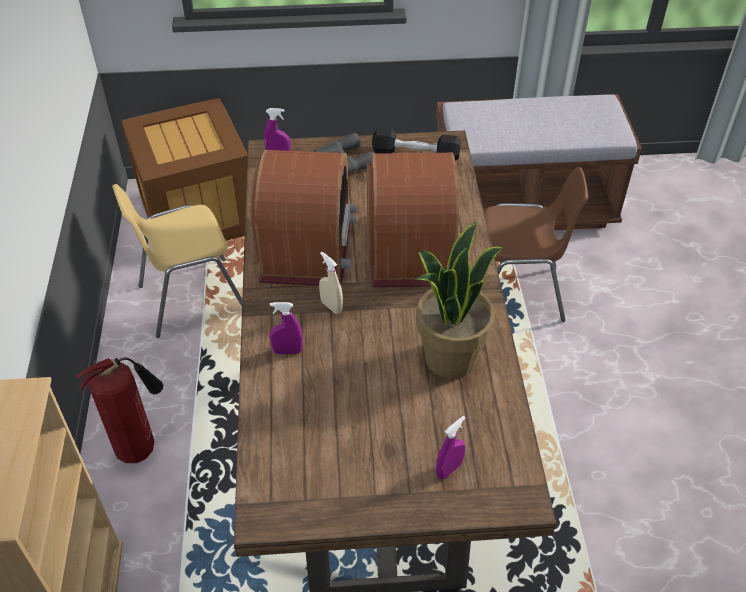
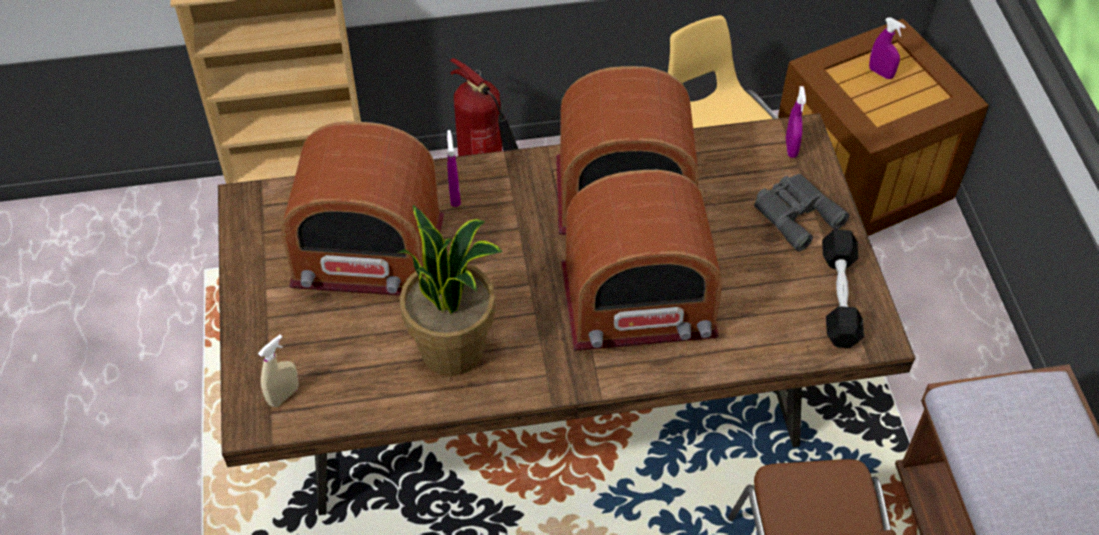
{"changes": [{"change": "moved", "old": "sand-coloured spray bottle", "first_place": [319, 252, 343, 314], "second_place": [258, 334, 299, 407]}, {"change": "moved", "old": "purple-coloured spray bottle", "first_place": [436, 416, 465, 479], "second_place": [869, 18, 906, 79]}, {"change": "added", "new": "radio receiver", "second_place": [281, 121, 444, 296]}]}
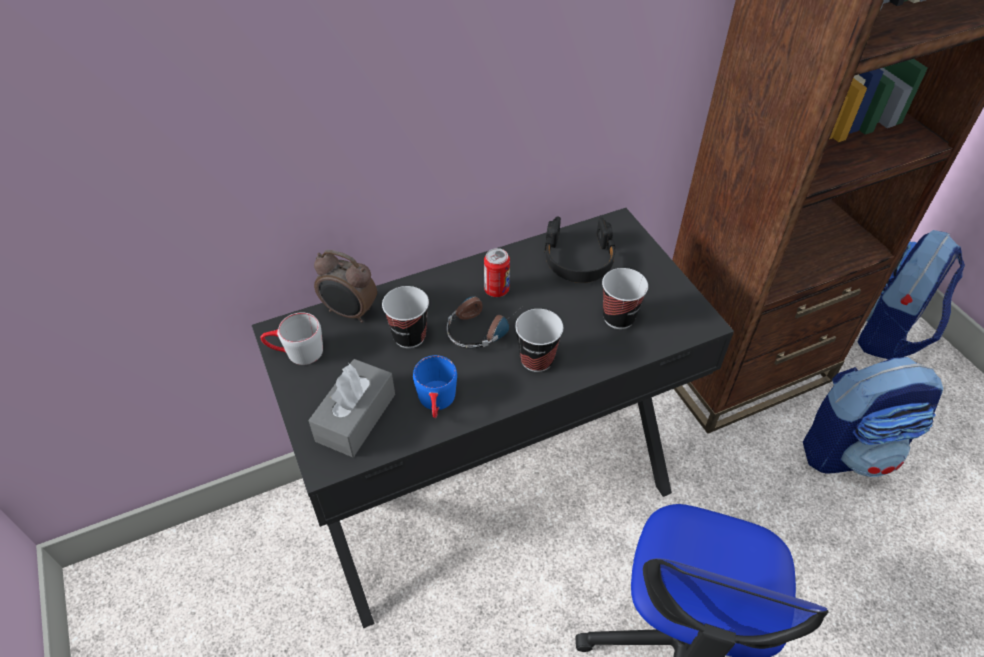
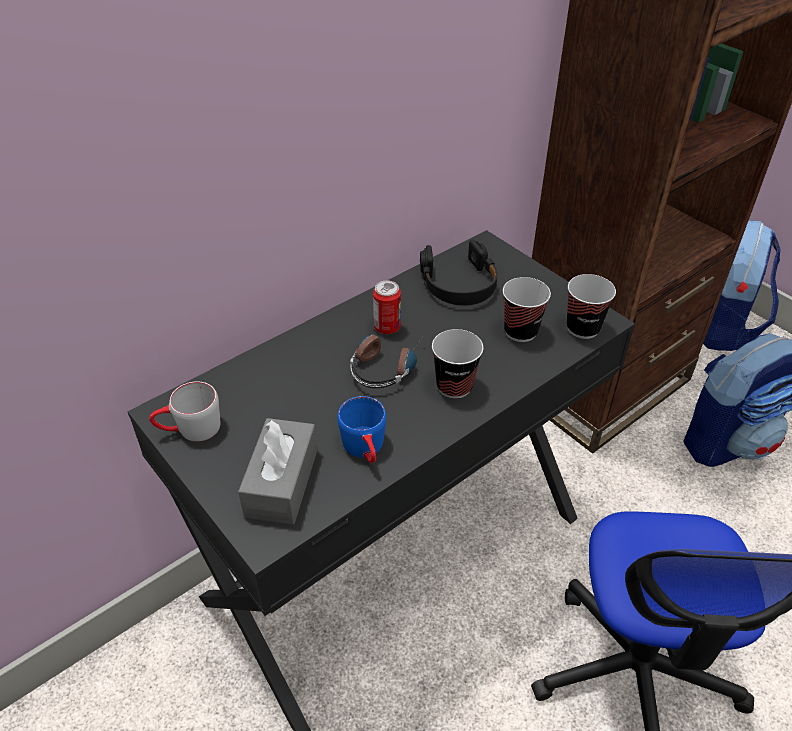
{"changes": [{"change": "removed", "old": "alarm clock", "first_place": [314, 250, 377, 323]}, {"change": "moved", "old": "cup", "first_place": [382, 286, 429, 348], "second_place": [567, 274, 616, 339]}]}
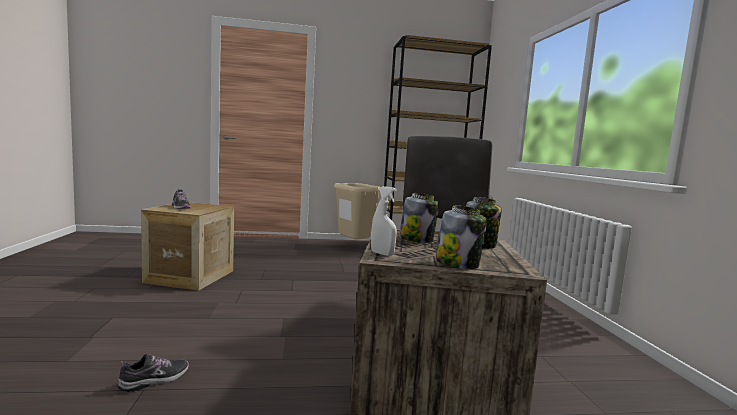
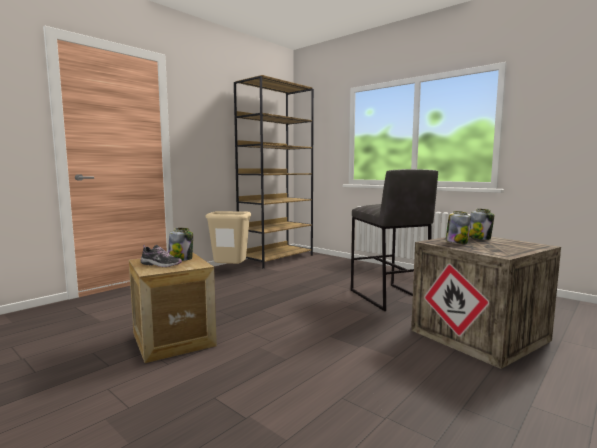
{"changes": [{"change": "removed", "old": "shoe", "first_place": [117, 354, 189, 392]}, {"change": "removed", "old": "white spray bottle", "first_place": [371, 186, 397, 256]}, {"change": "moved", "old": "jar", "first_place": [435, 206, 487, 269], "second_place": [168, 228, 193, 261]}]}
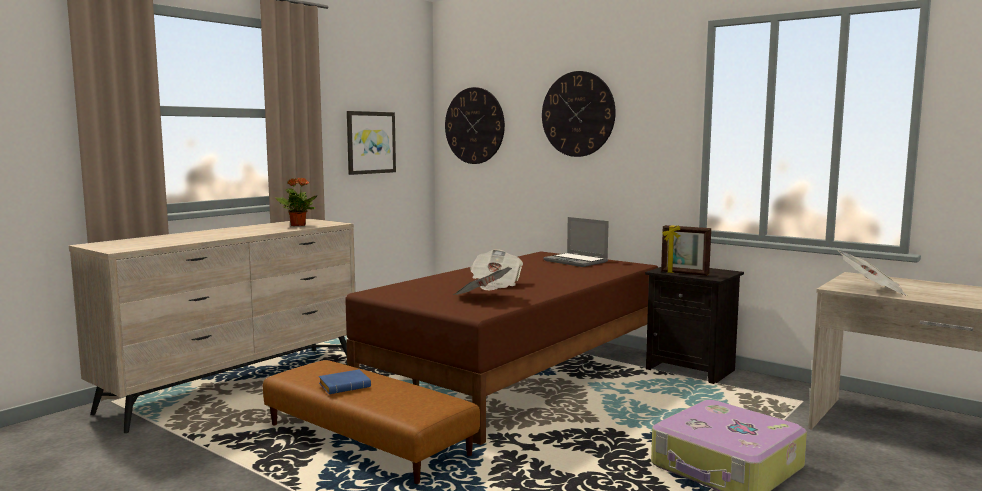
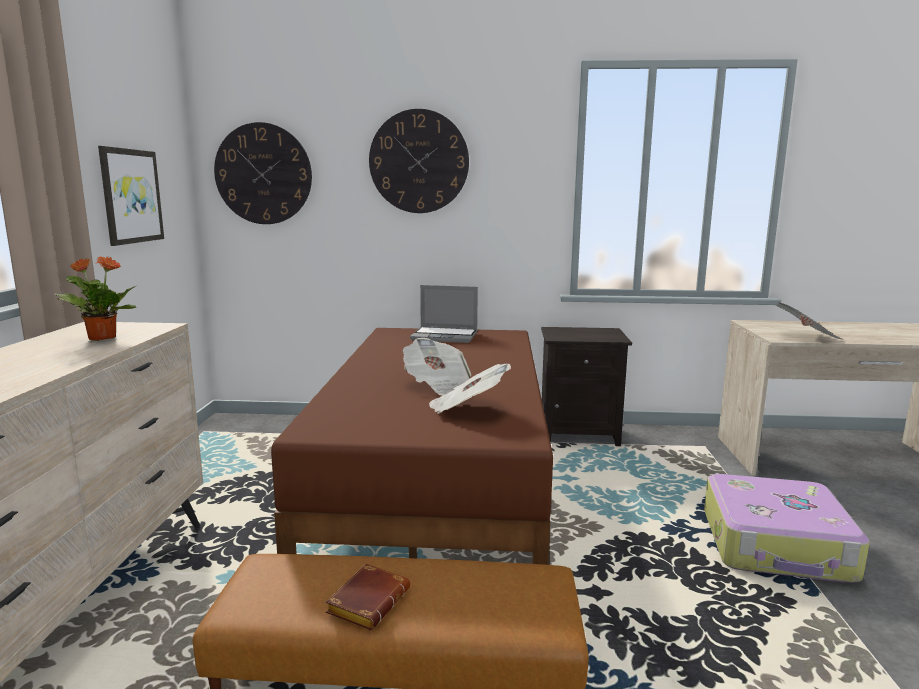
{"changes": [{"change": "recoloured", "old": "blue-coloured book", "new": "brown-coloured book", "first_place": [319, 369, 371, 394], "second_place": [326, 564, 410, 630]}, {"change": "removed", "old": "photo frame", "first_place": [661, 225, 711, 276]}]}
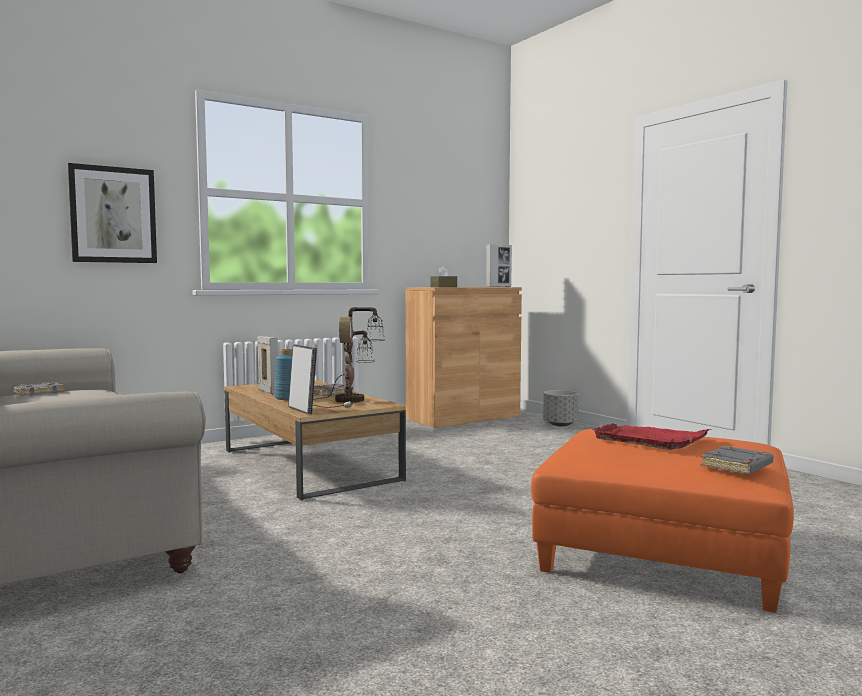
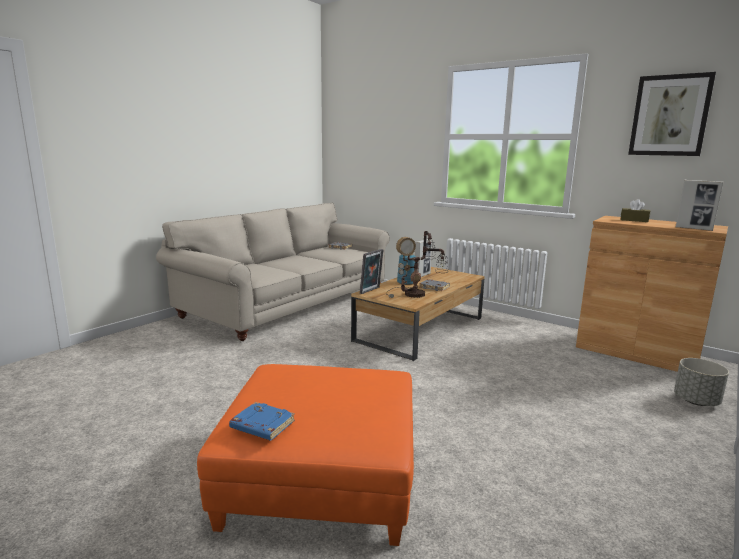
{"changes": [{"change": "moved", "old": "wall picture", "first_place": [68, 163, 157, 263], "second_place": [628, 72, 716, 156]}, {"change": "removed", "old": "reddish serving tray", "first_place": [592, 423, 711, 450]}, {"change": "recoloured", "old": "gray book", "new": "blue-coloured book", "first_place": [700, 446, 773, 474], "second_place": [229, 402, 295, 441]}]}
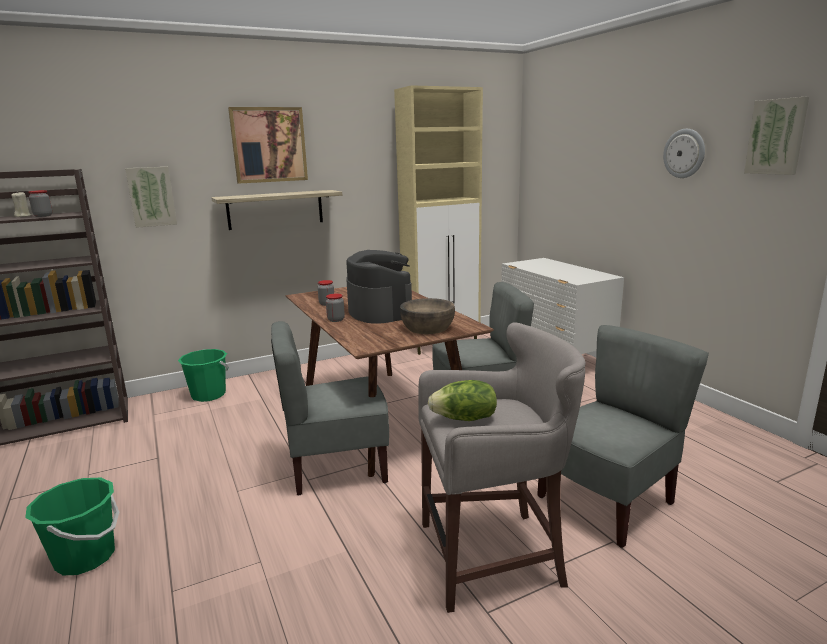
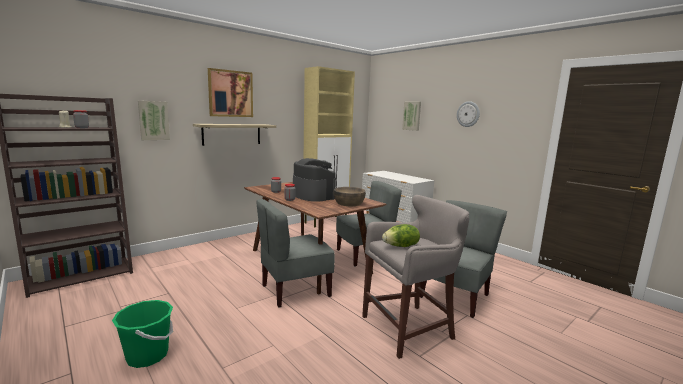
{"changes": [{"change": "removed", "old": "greenish pail", "first_place": [178, 349, 229, 402]}, {"change": "moved", "old": "wall picture", "first_place": [744, 97, 809, 175], "second_place": [402, 102, 421, 131]}]}
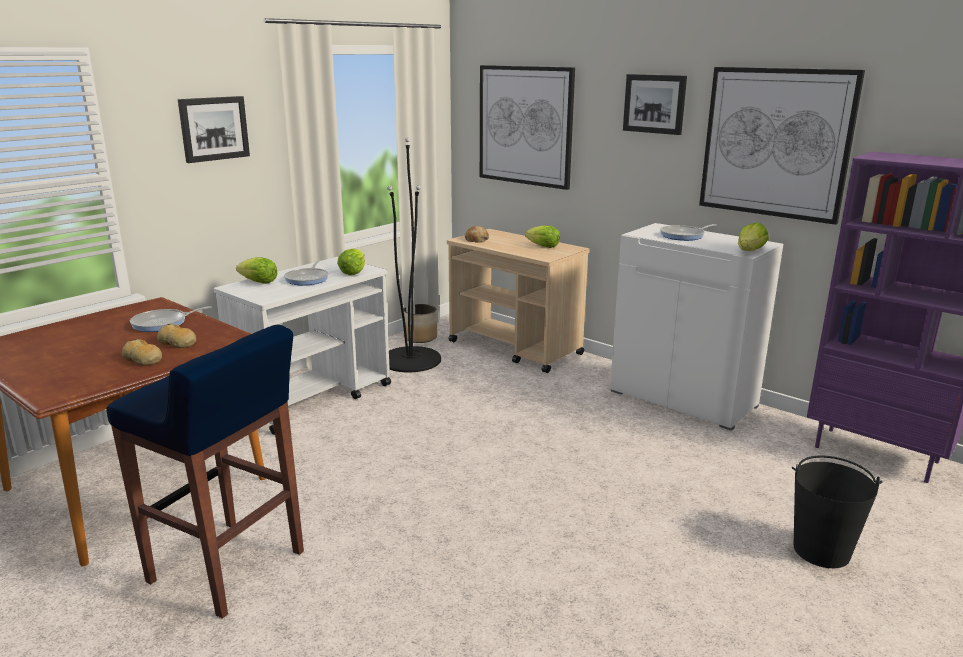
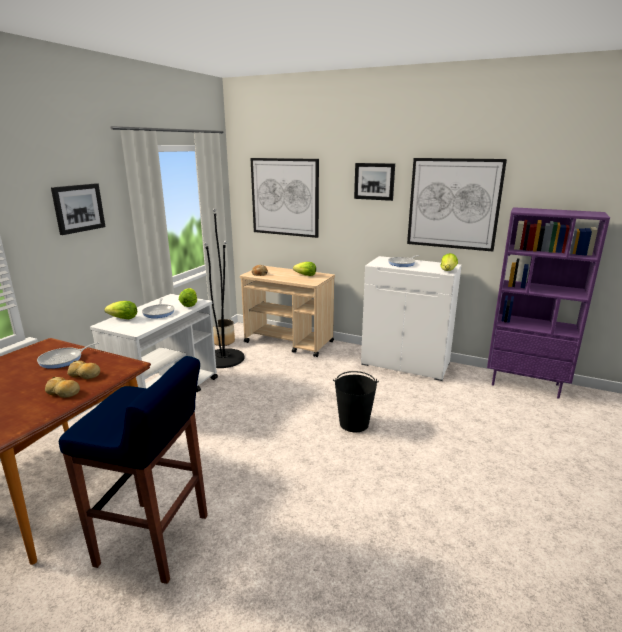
{"changes": [{"change": "moved", "old": "black pail", "first_place": [792, 456, 883, 568], "second_place": [333, 371, 379, 432]}]}
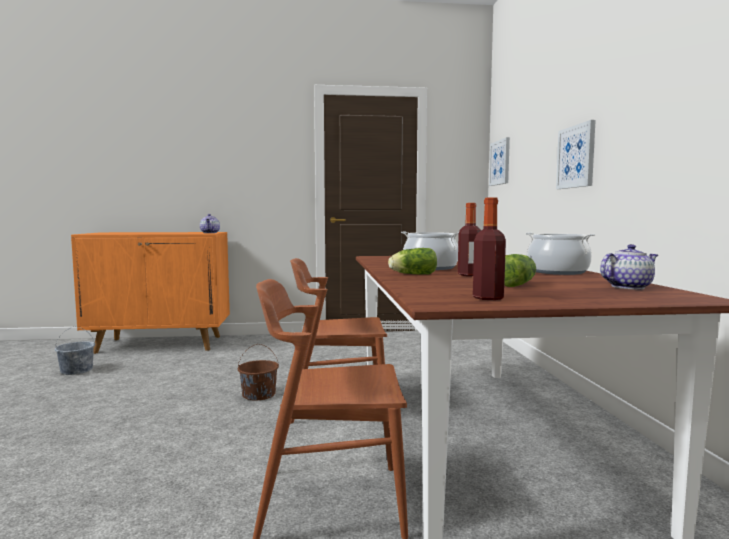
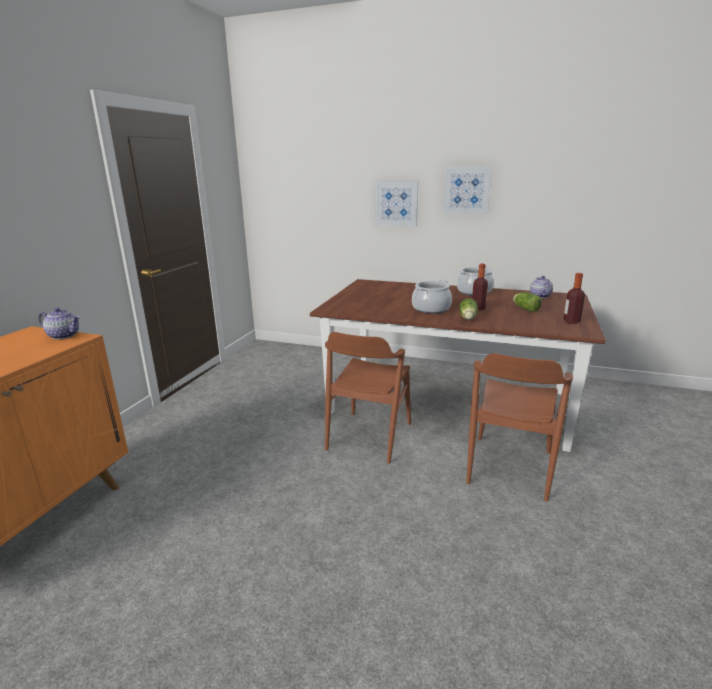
{"changes": [{"change": "removed", "old": "gray pail", "first_place": [55, 327, 95, 375]}, {"change": "removed", "old": "brown-coloured pail", "first_place": [237, 344, 279, 401]}, {"change": "moved", "old": "wall picture", "first_place": [489, 137, 510, 186], "second_place": [443, 166, 492, 215]}]}
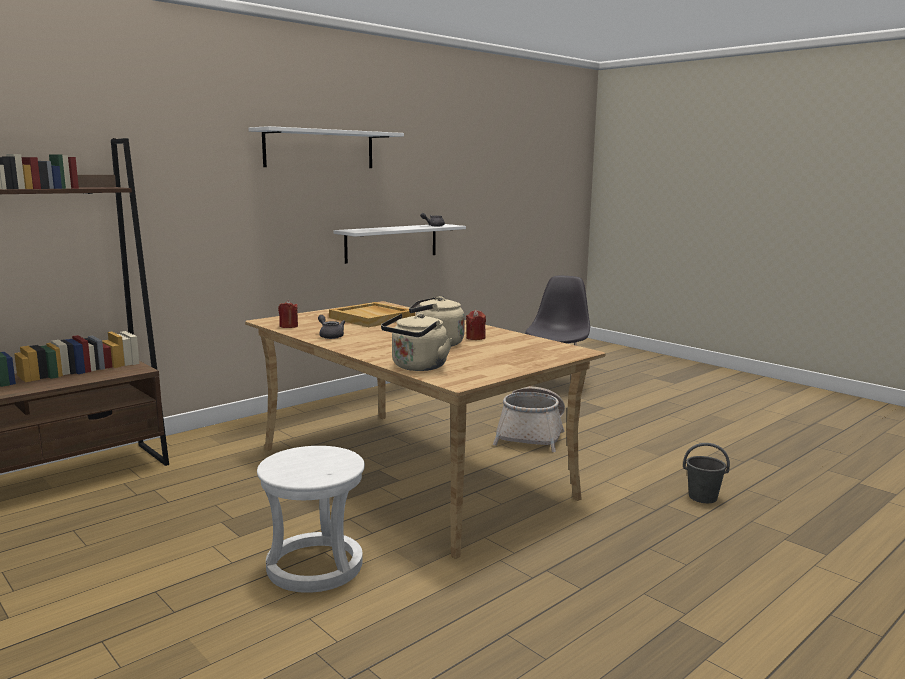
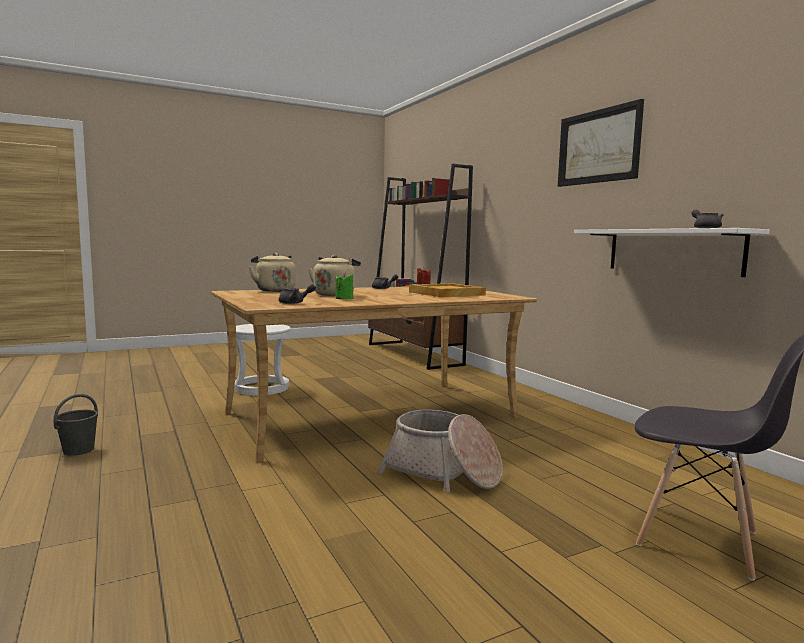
{"changes": [{"change": "replaced", "old": "white bracket shelf", "new": "wall picture", "first_place": [249, 126, 404, 168], "second_place": [558, 99, 644, 187]}, {"change": "recoloured", "old": "reddish wax light", "new": "greenish wax light", "first_place": [466, 310, 486, 340], "second_place": [335, 272, 353, 299]}, {"change": "moved", "old": "gray pail", "first_place": [683, 443, 730, 503], "second_place": [54, 394, 98, 456]}, {"change": "added", "new": "gray pot for tea", "second_place": [279, 284, 316, 304]}]}
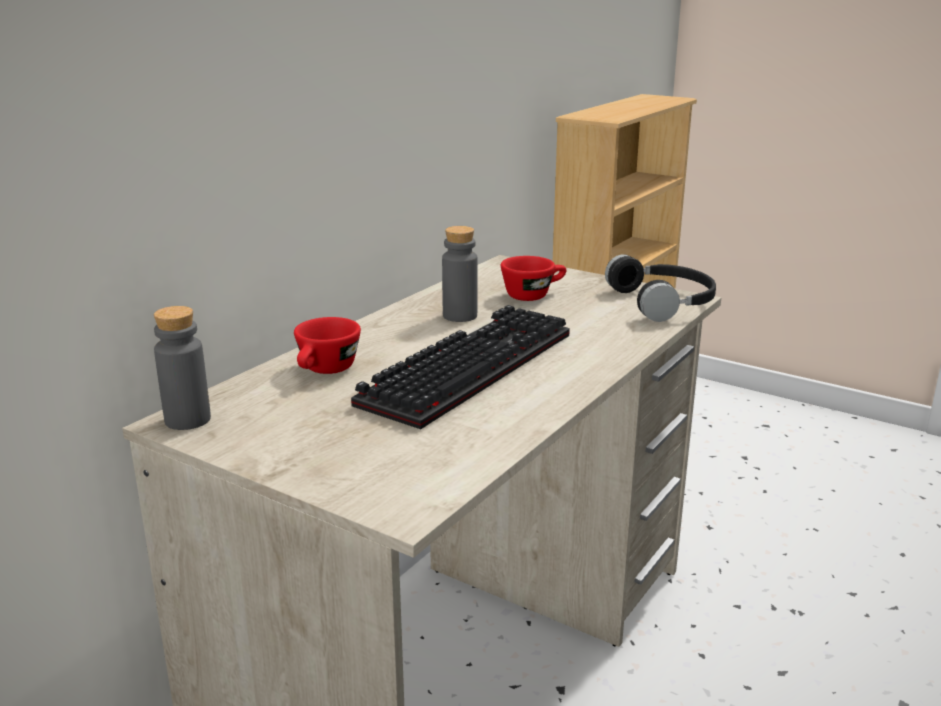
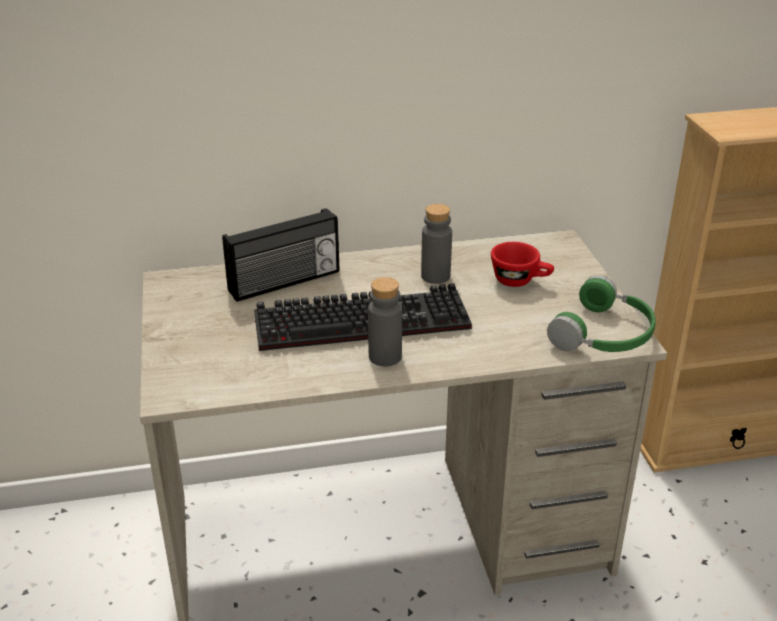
{"changes": [{"change": "moved", "old": "gray bottle", "first_place": [154, 306, 211, 430], "second_place": [368, 277, 402, 366]}, {"change": "replaced", "old": "reddish cup", "new": "radio receiver", "first_place": [294, 317, 361, 374], "second_place": [222, 208, 339, 302]}, {"change": "recoloured", "old": "black headset", "new": "greenish headset", "first_place": [605, 254, 716, 322], "second_place": [547, 275, 656, 352]}]}
